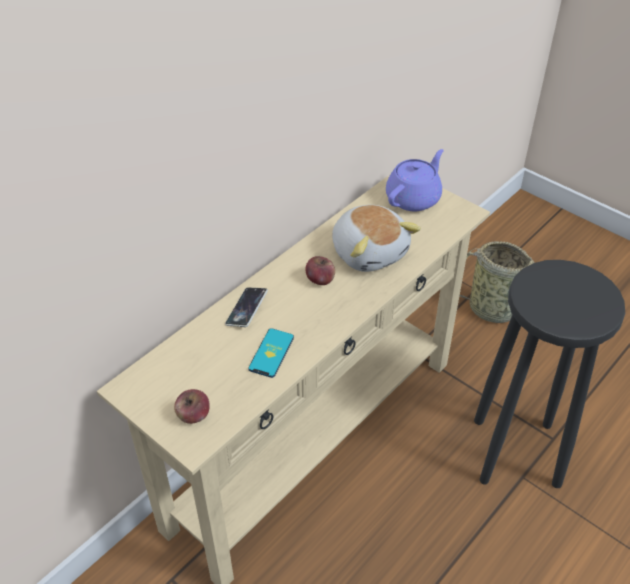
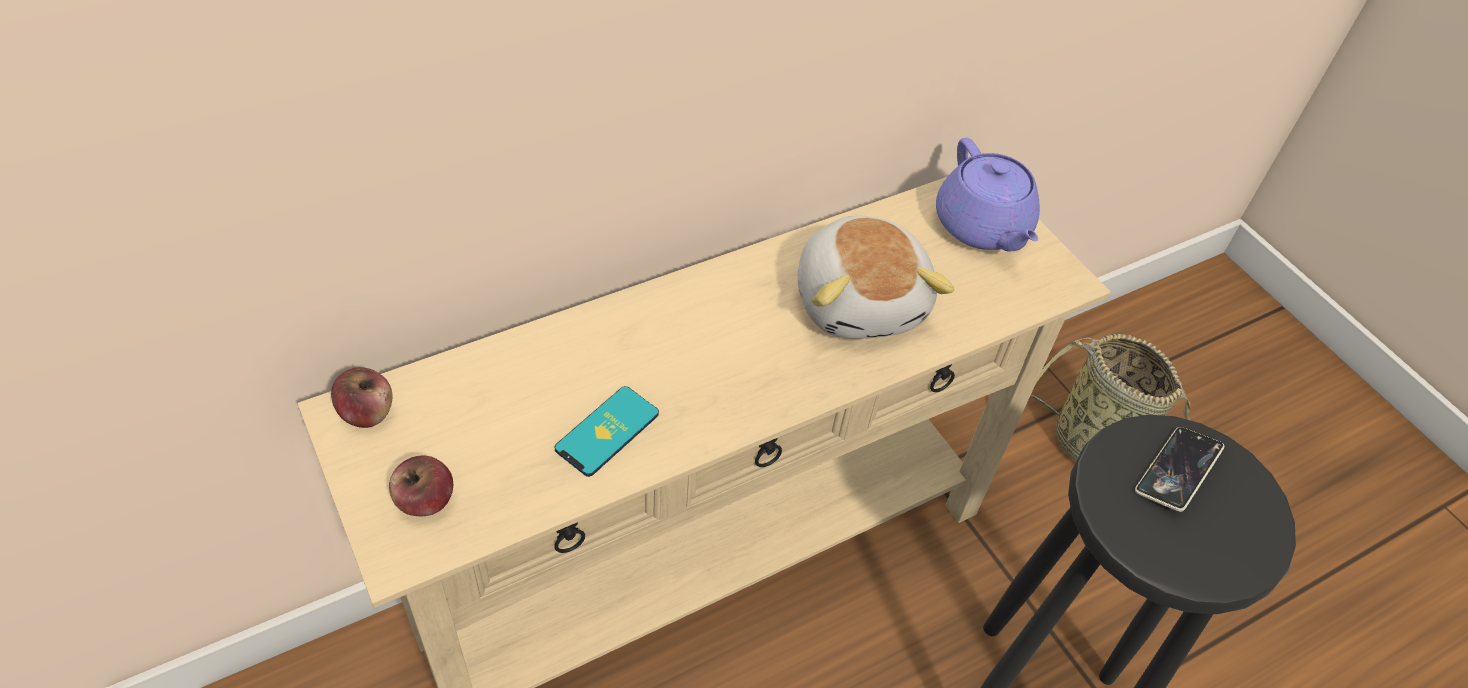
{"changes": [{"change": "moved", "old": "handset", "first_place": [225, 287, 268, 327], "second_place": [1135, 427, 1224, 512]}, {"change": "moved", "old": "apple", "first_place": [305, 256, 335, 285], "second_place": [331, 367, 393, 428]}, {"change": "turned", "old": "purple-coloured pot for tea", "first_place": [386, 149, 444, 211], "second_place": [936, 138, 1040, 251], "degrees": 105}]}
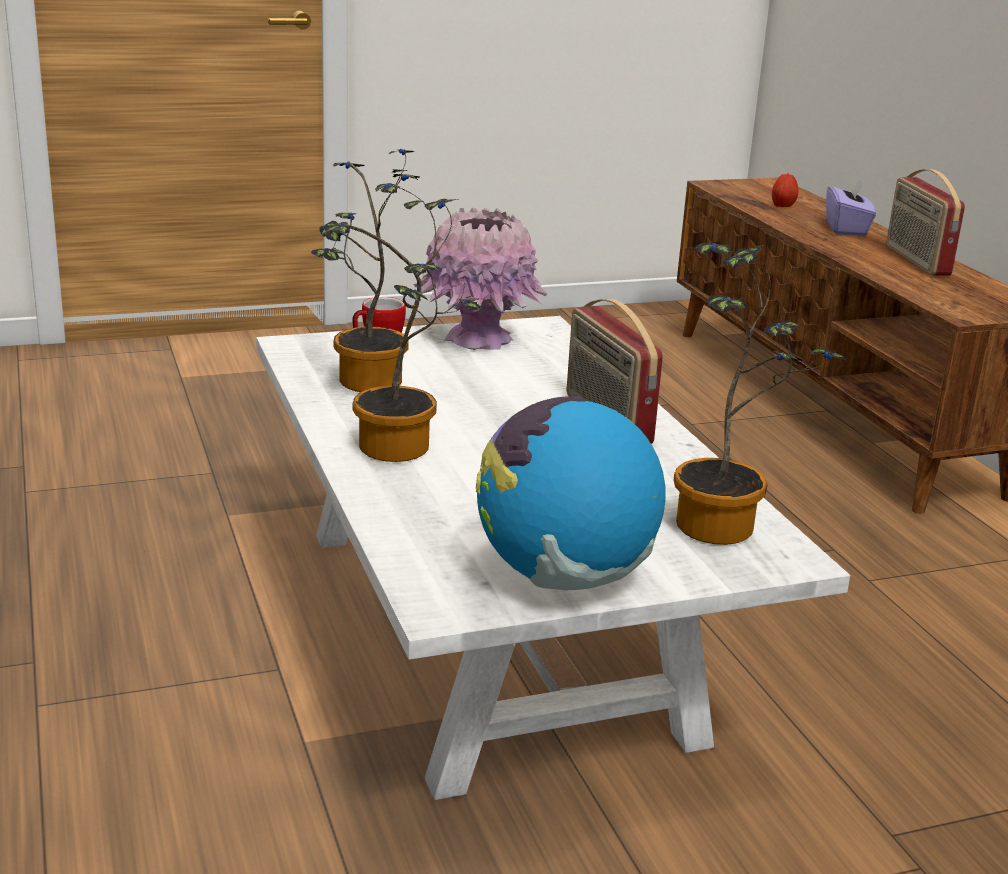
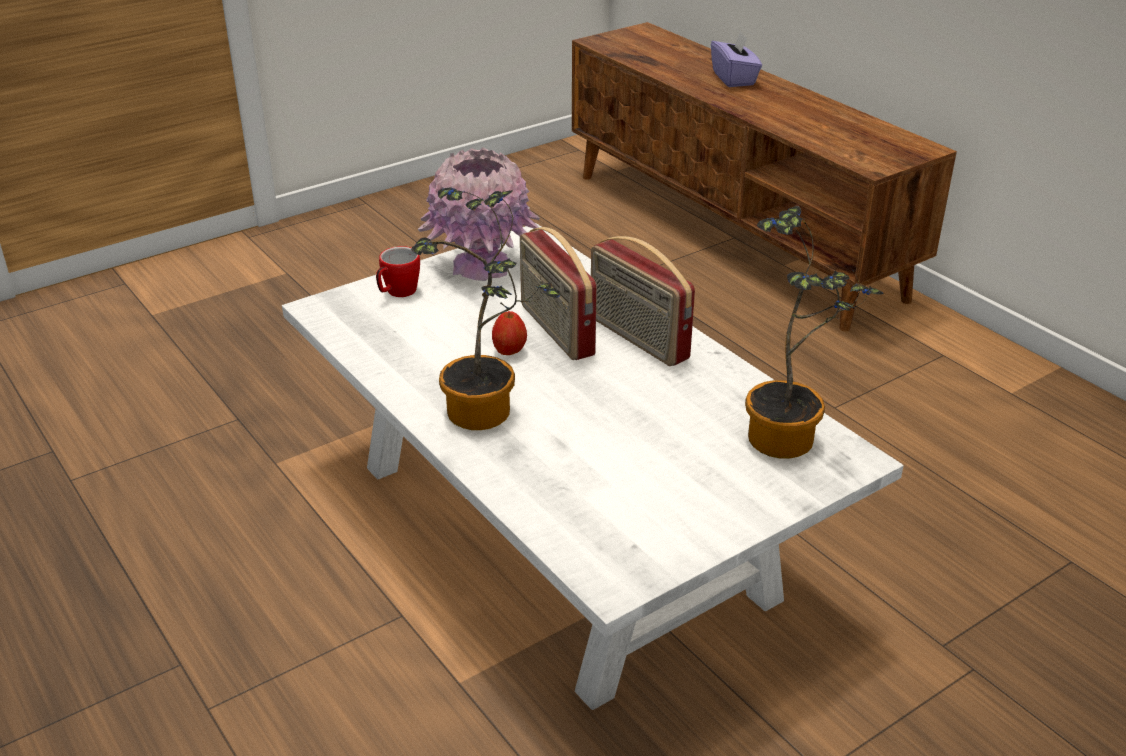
{"changes": [{"change": "removed", "old": "plant in a pot", "first_place": [311, 149, 420, 392]}, {"change": "removed", "old": "desk globe", "first_place": [476, 397, 666, 590]}, {"change": "moved", "old": "apple", "first_place": [772, 174, 799, 207], "second_place": [492, 311, 527, 355]}, {"change": "moved", "old": "radio receiver", "first_place": [886, 169, 965, 276], "second_place": [520, 227, 597, 360]}]}
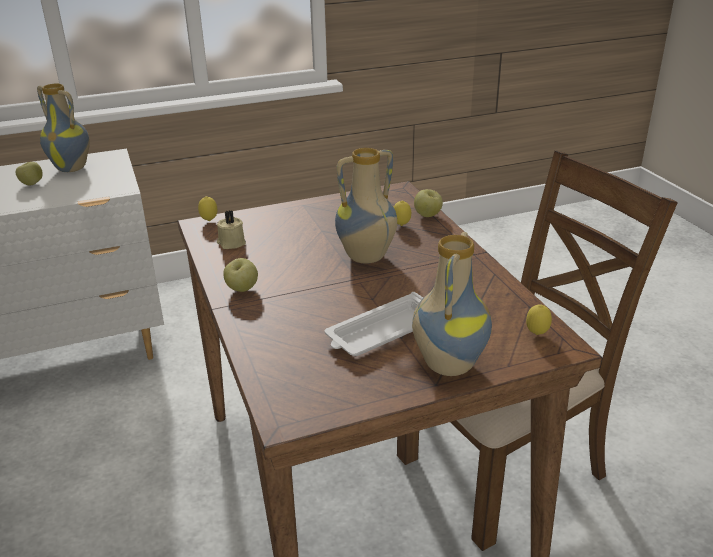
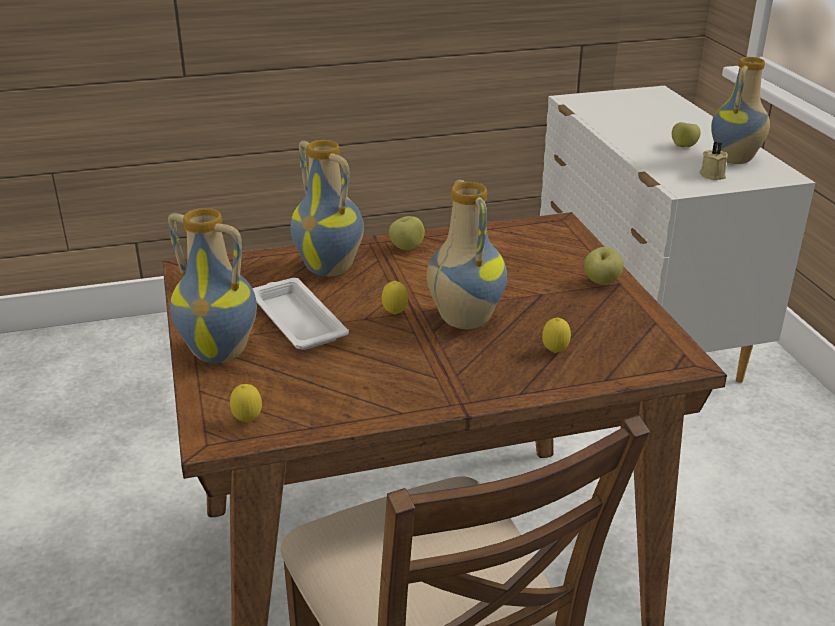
{"changes": [{"change": "moved", "old": "whole lemon", "first_place": [198, 196, 217, 221], "second_place": [382, 281, 408, 315]}, {"change": "moved", "old": "sand-coloured wax light", "first_place": [217, 210, 246, 249], "second_place": [699, 142, 728, 180]}, {"change": "moved", "old": "apple", "first_place": [414, 189, 443, 217], "second_place": [584, 247, 623, 285]}, {"change": "added", "new": "flower vase", "second_place": [290, 140, 364, 277]}]}
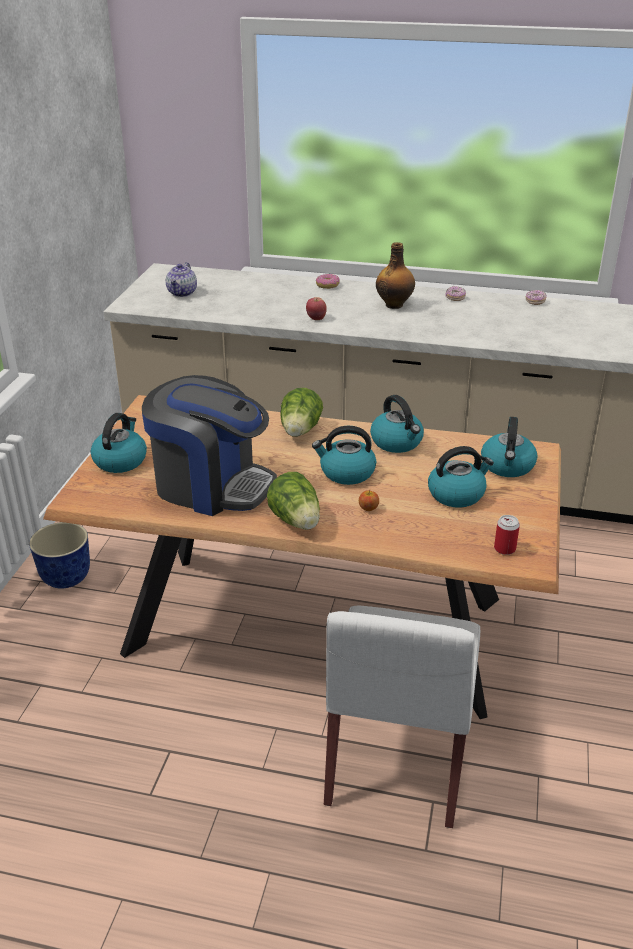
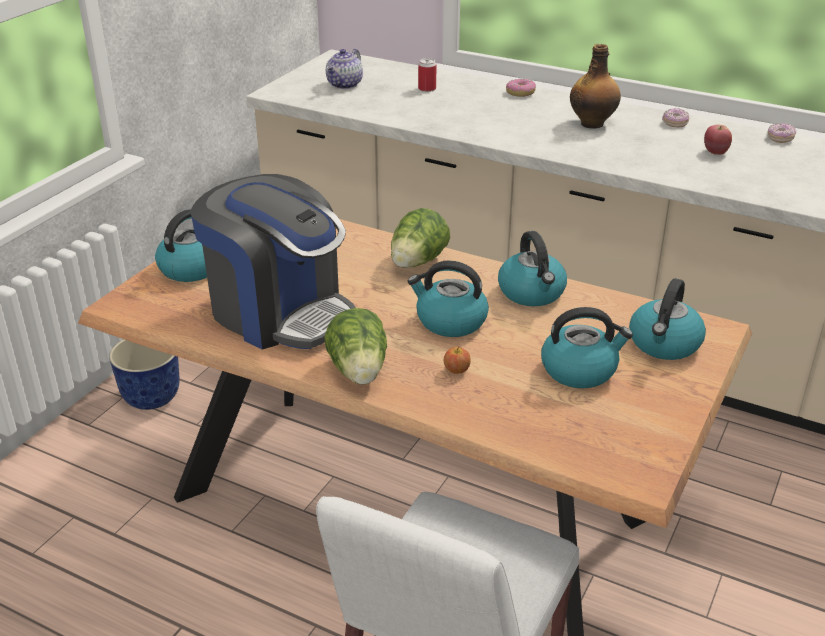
{"changes": [{"change": "moved", "old": "apple", "first_place": [306, 297, 327, 320], "second_place": [704, 125, 732, 155]}, {"change": "moved", "old": "metal can", "first_place": [494, 515, 520, 555], "second_place": [418, 58, 436, 92]}]}
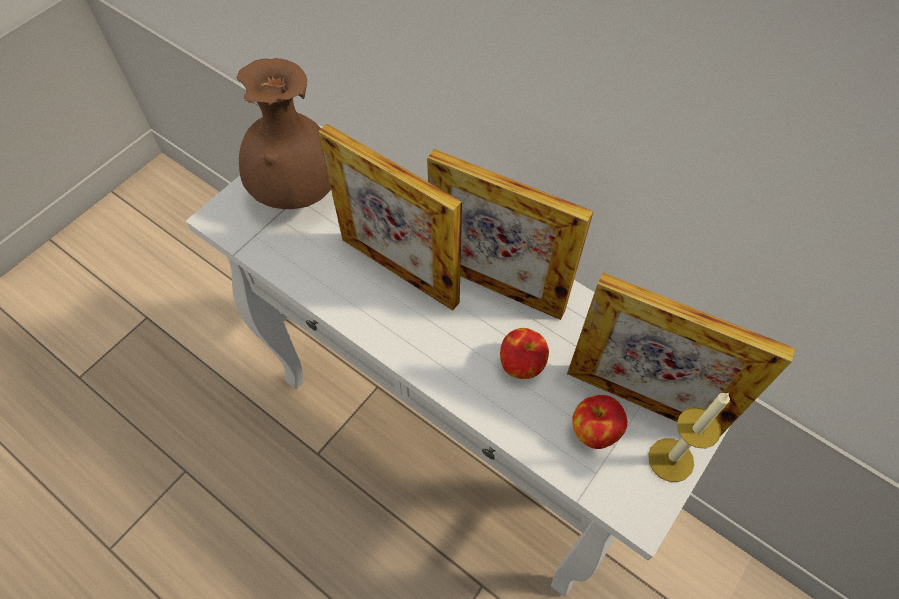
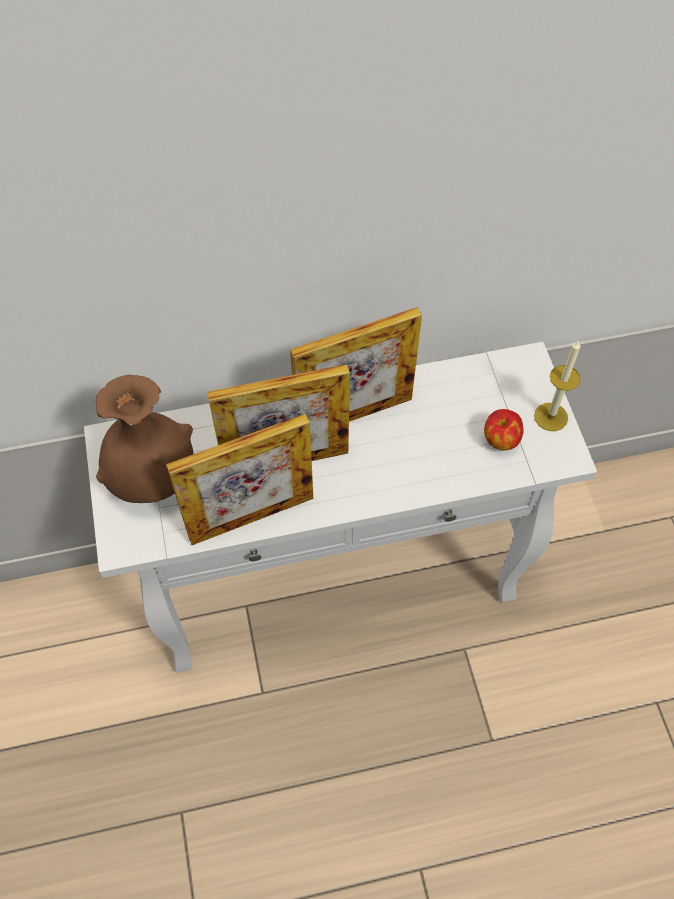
{"changes": [{"change": "removed", "old": "apple", "first_place": [500, 328, 549, 379]}, {"change": "moved", "old": "photo frame", "first_place": [567, 273, 796, 436], "second_place": [166, 414, 313, 545]}]}
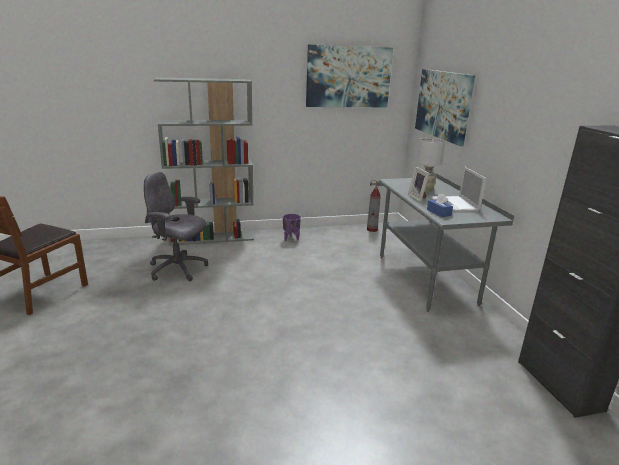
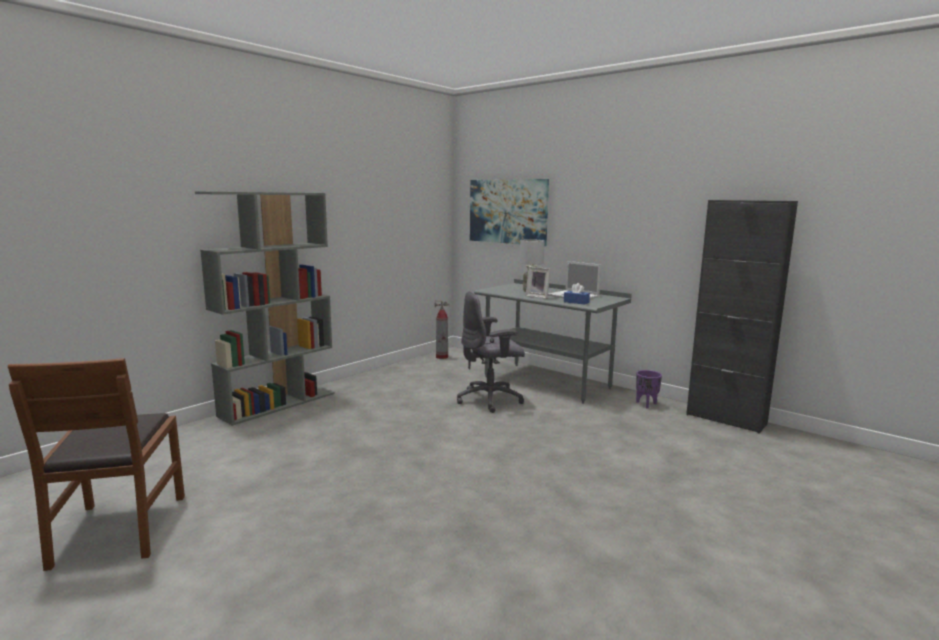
{"changes": [{"change": "moved", "old": "gray office chair", "first_place": [144, 172, 208, 281], "second_place": [457, 291, 525, 413]}, {"change": "moved", "old": "purple-coloured flower pot", "first_place": [283, 214, 301, 241], "second_place": [636, 370, 662, 409]}, {"change": "removed", "old": "wall picture", "first_place": [306, 45, 393, 107]}]}
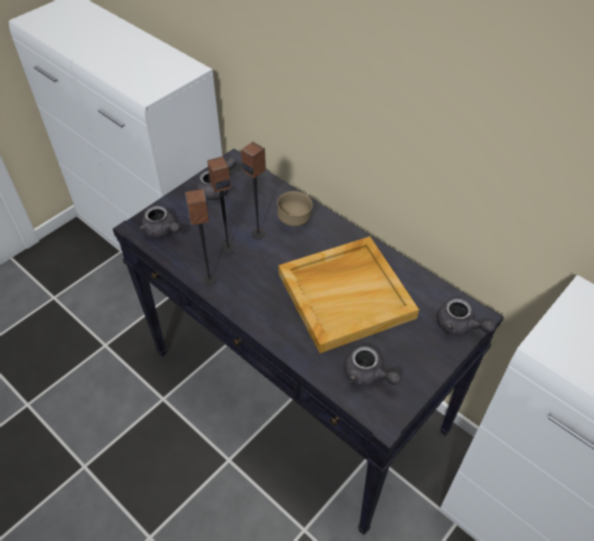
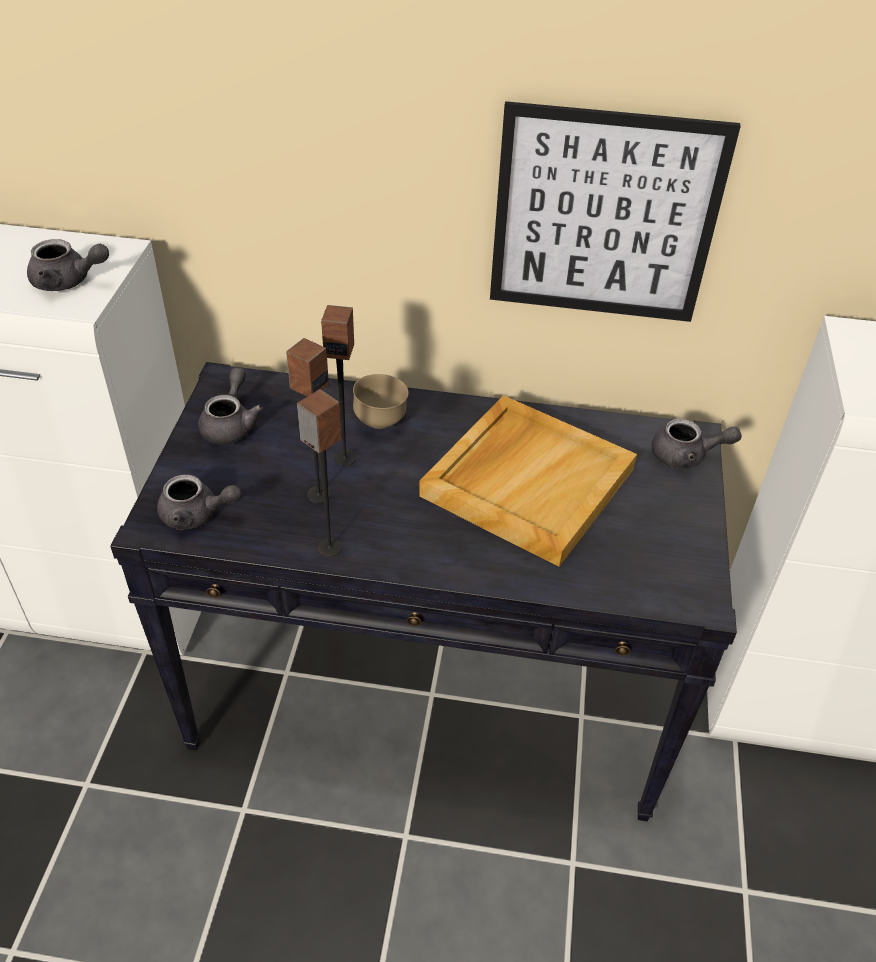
{"changes": [{"change": "moved", "old": "gray pot for tea", "first_place": [344, 346, 401, 386], "second_place": [27, 239, 109, 291]}, {"change": "added", "new": "wall picture", "second_place": [490, 101, 741, 322]}]}
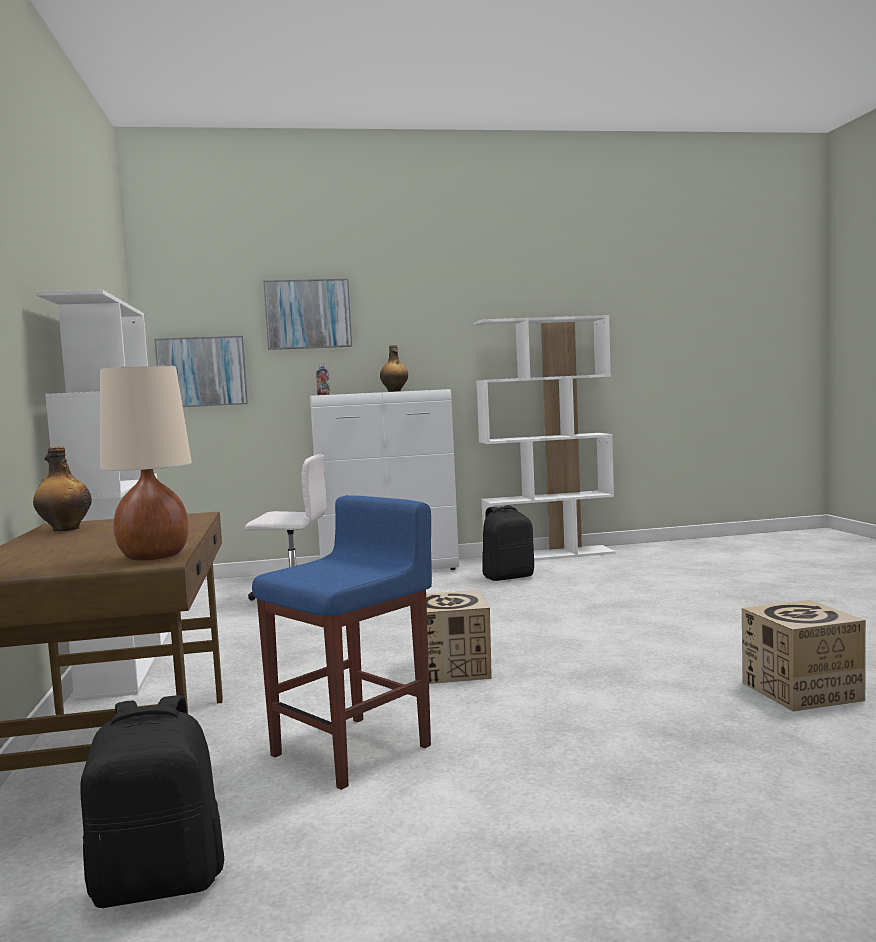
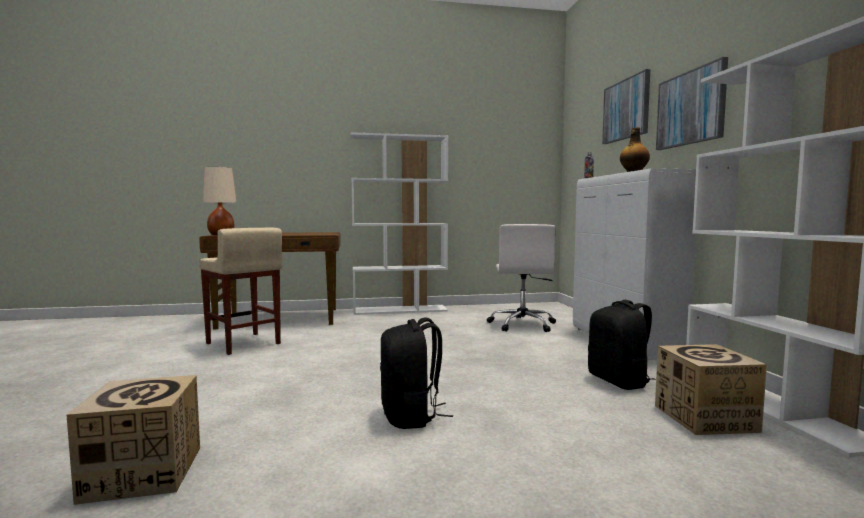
{"changes": [{"change": "removed", "old": "bottle", "first_place": [33, 446, 92, 531]}, {"change": "moved", "old": "black backpack", "first_place": [80, 695, 224, 908], "second_place": [380, 317, 453, 429]}, {"change": "moved", "old": "wall picture", "first_place": [154, 336, 248, 407], "second_place": [656, 57, 728, 150]}, {"change": "recoloured", "old": "blue-coloured stool seat", "new": "sand-coloured stool seat", "first_place": [252, 495, 432, 790], "second_place": [199, 228, 282, 355]}, {"change": "moved", "old": "packing box", "first_place": [426, 590, 492, 684], "second_place": [655, 344, 767, 435]}]}
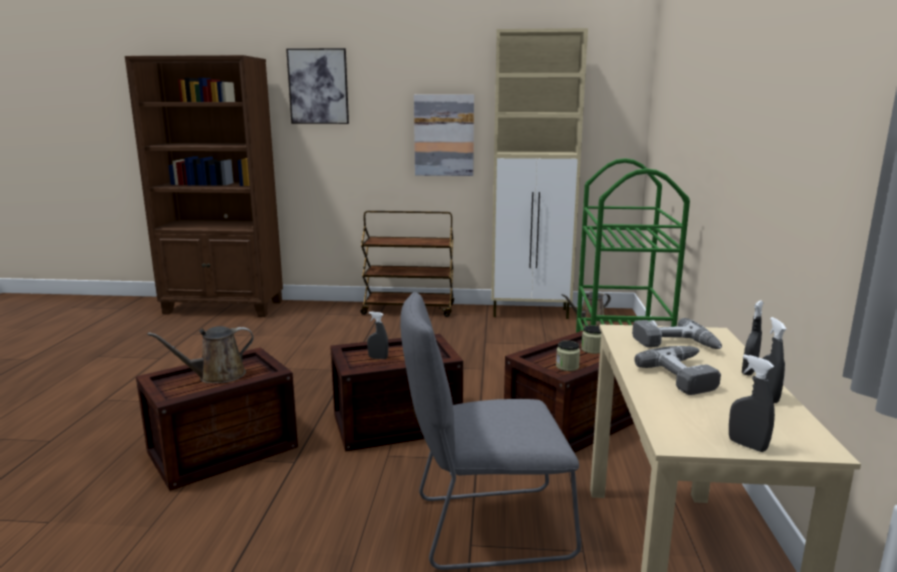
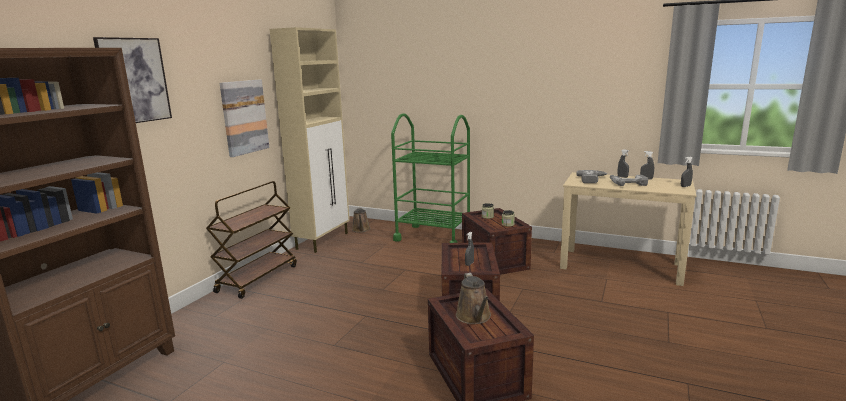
{"changes": [{"change": "removed", "old": "gray plain chair", "first_place": [400, 293, 581, 570]}]}
